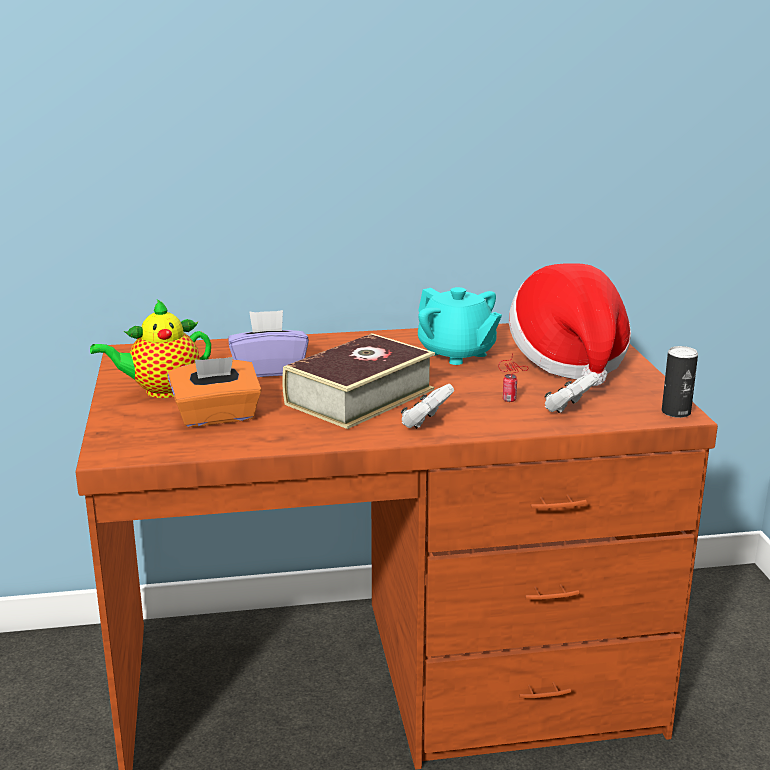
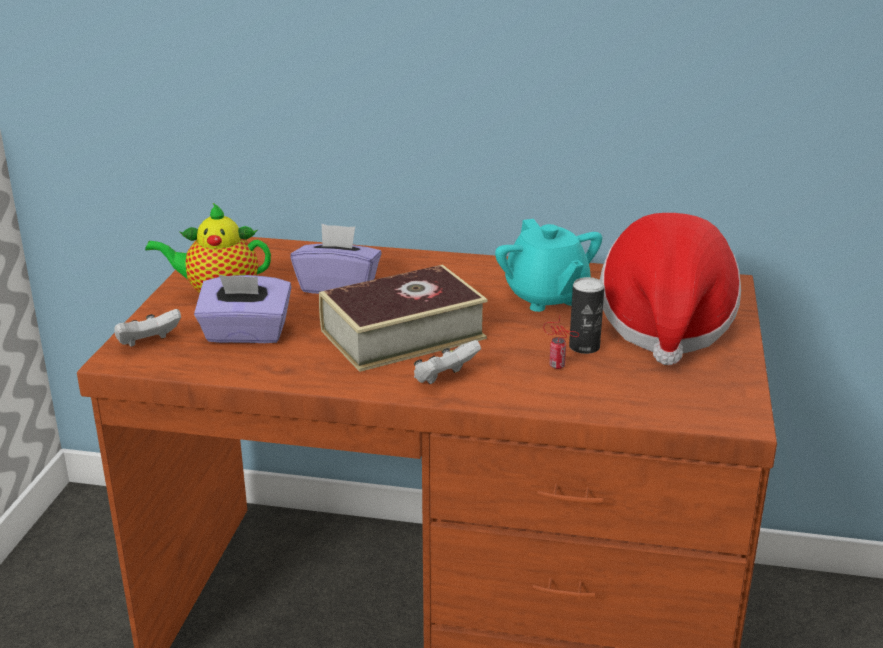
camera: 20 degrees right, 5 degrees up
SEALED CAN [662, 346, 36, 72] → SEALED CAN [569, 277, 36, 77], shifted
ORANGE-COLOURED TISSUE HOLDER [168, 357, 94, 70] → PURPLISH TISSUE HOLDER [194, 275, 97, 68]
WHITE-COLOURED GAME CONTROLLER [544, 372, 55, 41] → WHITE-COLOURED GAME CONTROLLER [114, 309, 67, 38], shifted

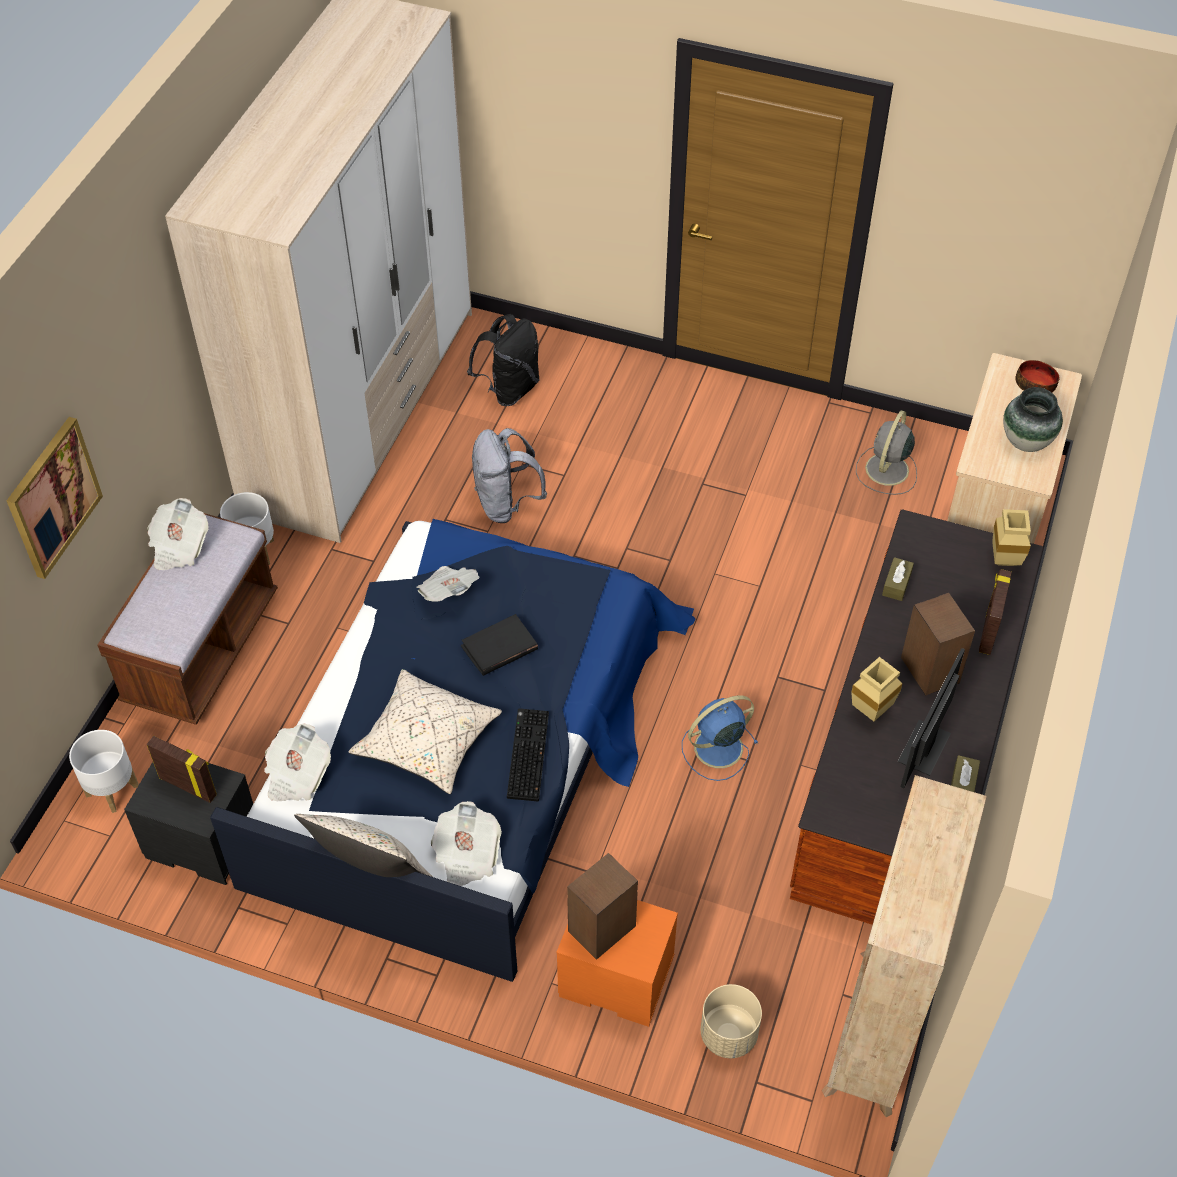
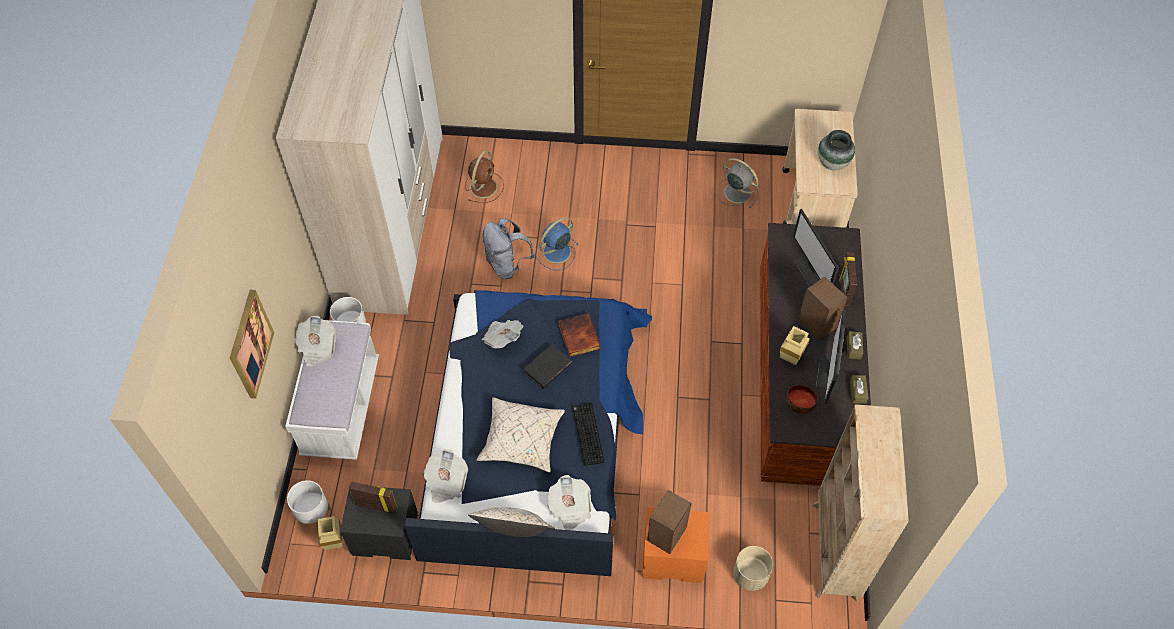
camera: 15 degrees left, 5 degrees up
BLACK-COLOURED RUCKSACK [467, 314, 73, 92] → BROWN-COLOURED FAN [465, 151, 39, 52]
SERVING BOWL [1016, 360, 43, 32] → SERVING BOWL [786, 385, 32, 29], shifted
GREYISH FAN [856, 410, 61, 85] → GREYISH FAN [716, 158, 43, 50], 120 degrees clockwise
SAND-COLOURED VASE [992, 509, 39, 57] → SAND-COLOURED VASE [317, 516, 26, 34], shifted
BROWN-COLOURED INDOOR BENCH [98, 513, 180, 212] → WHITE-COLOURED INDOOR BENCH [285, 320, 94, 140]
BROWN-COLOURED TISSUE HOLDER [882, 557, 32, 44] → BROWN-COLOURED TISSUE HOLDER [847, 331, 16, 28], shifted
BLUISH FAN [682, 696, 76, 85] → BLUISH FAN [535, 217, 44, 53], shifted
- → MONITOR [793, 209, 46, 76]
- → BOUND BOOK [558, 313, 42, 44]

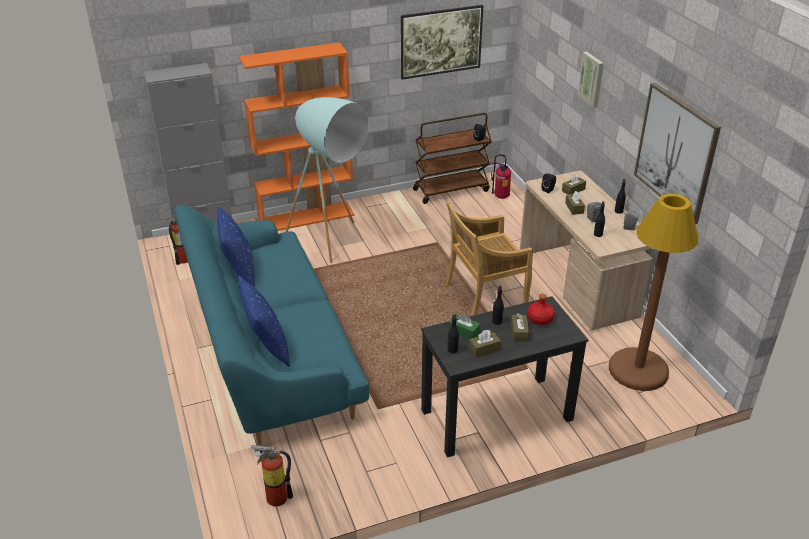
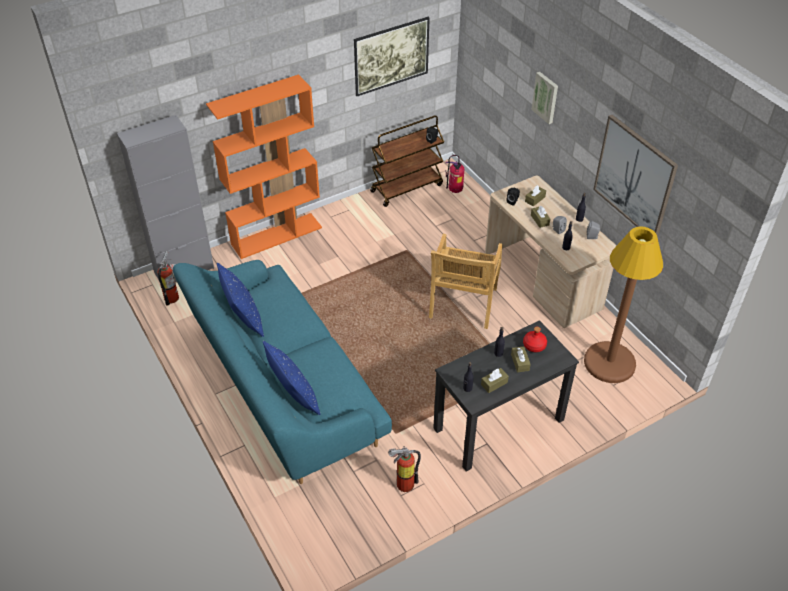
camera: 10 degrees left, 10 degrees up
TURQUOISE STANDING LAMP [285, 97, 84, 166] → -
SAND-COLOURED CHAIR [445, 201, 88, 115] → SAND-COLOURED CHAIR [429, 234, 74, 95], 45 degrees counterclockwise
GREEN TISSUE HOLDER [449, 314, 31, 25] → -
FIRE-FIGHTING CYLINDER [251, 443, 42, 64] → FIRE-FIGHTING CYLINDER [388, 446, 33, 46], shifted

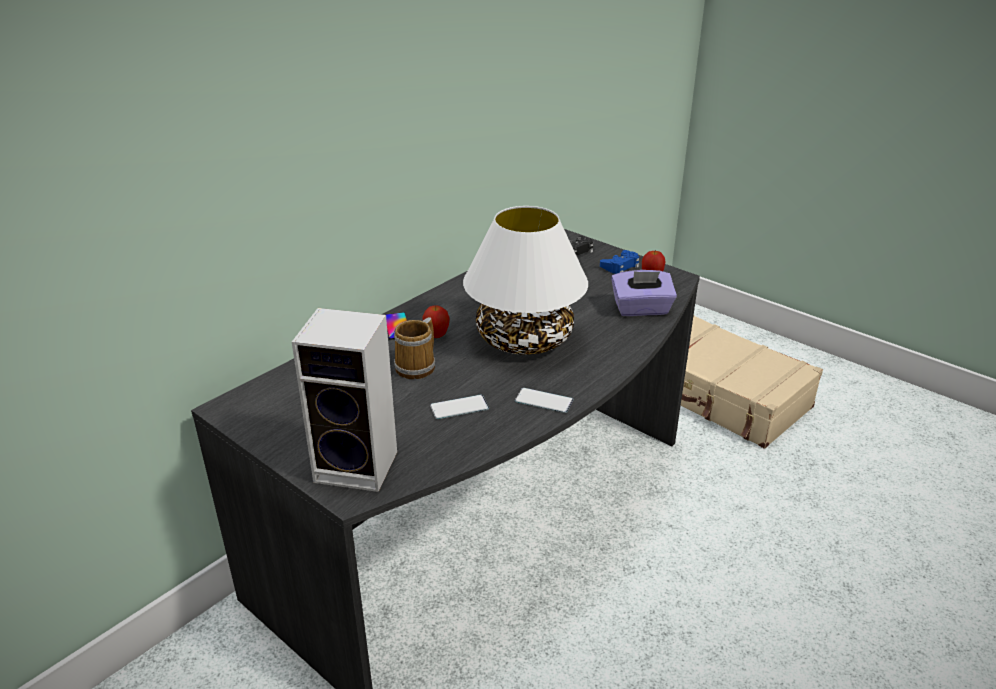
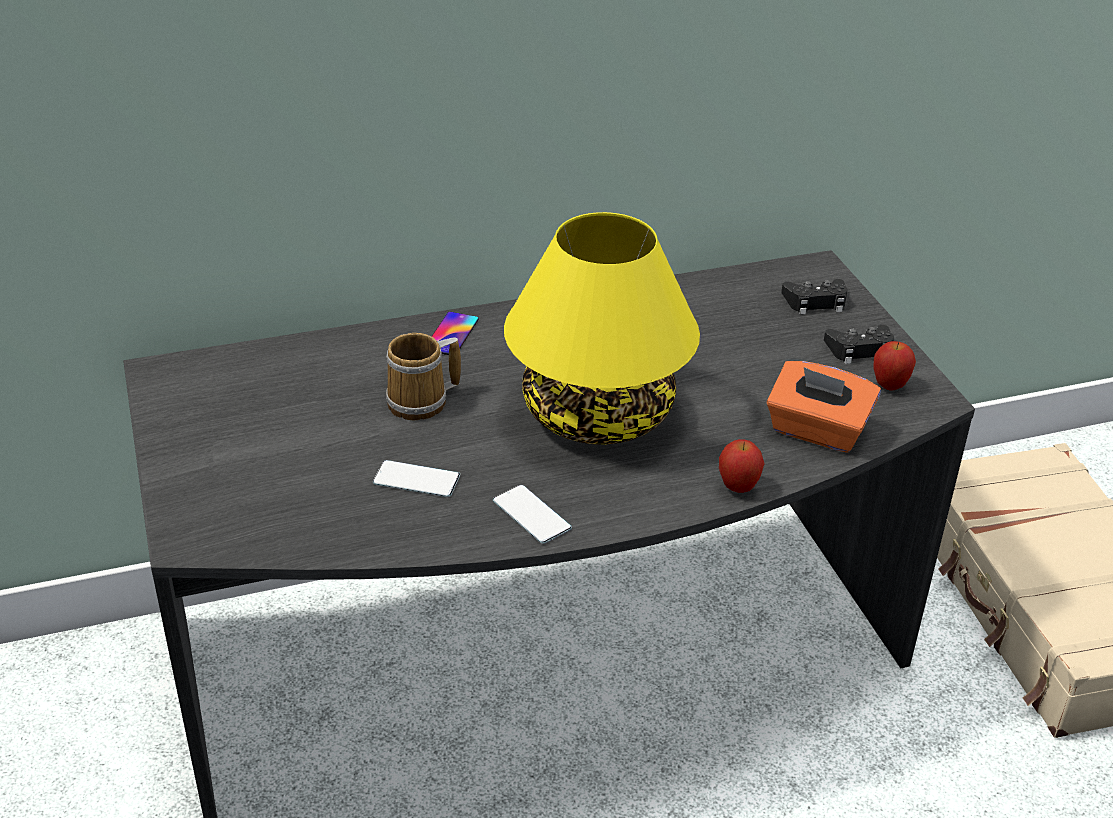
camera: 30 degrees right, 5 degrees up
WHITE-COLOURED TABLE LAMP [463, 206, 125, 149] → YELLOW TABLE LAMP [504, 212, 196, 233]
BLUISH GAME CONTROLLER [600, 250, 39, 24] → BLACK-COLOURED GAME CONTROLLER [824, 325, 70, 39]
PURPLISH TISSUE HOLDER [611, 270, 66, 46] → ORANGE-COLOURED TISSUE HOLDER [767, 361, 114, 92]
APPLE FRUIT [422, 305, 28, 33] → APPLE FRUIT [719, 439, 45, 54], shifted
SPEAKER [292, 308, 105, 184] → -

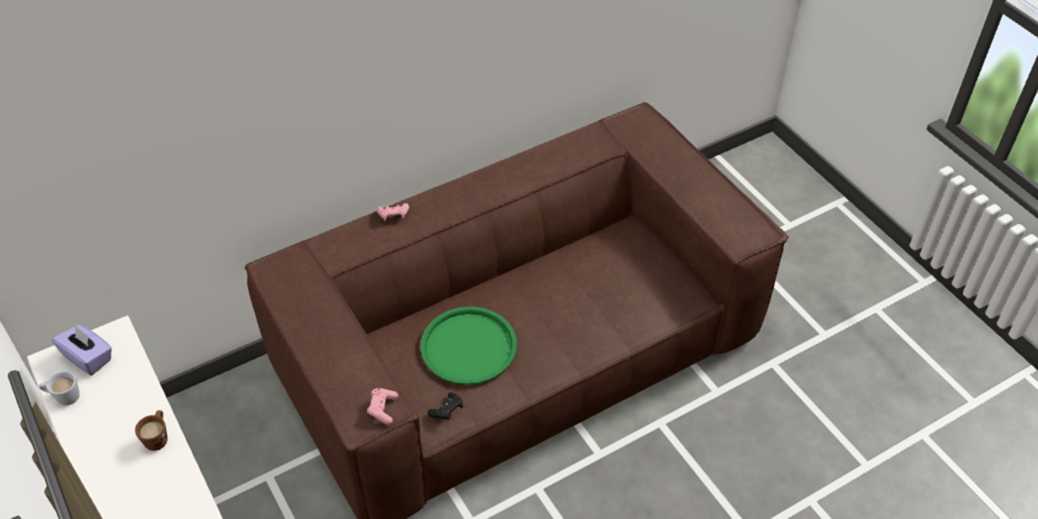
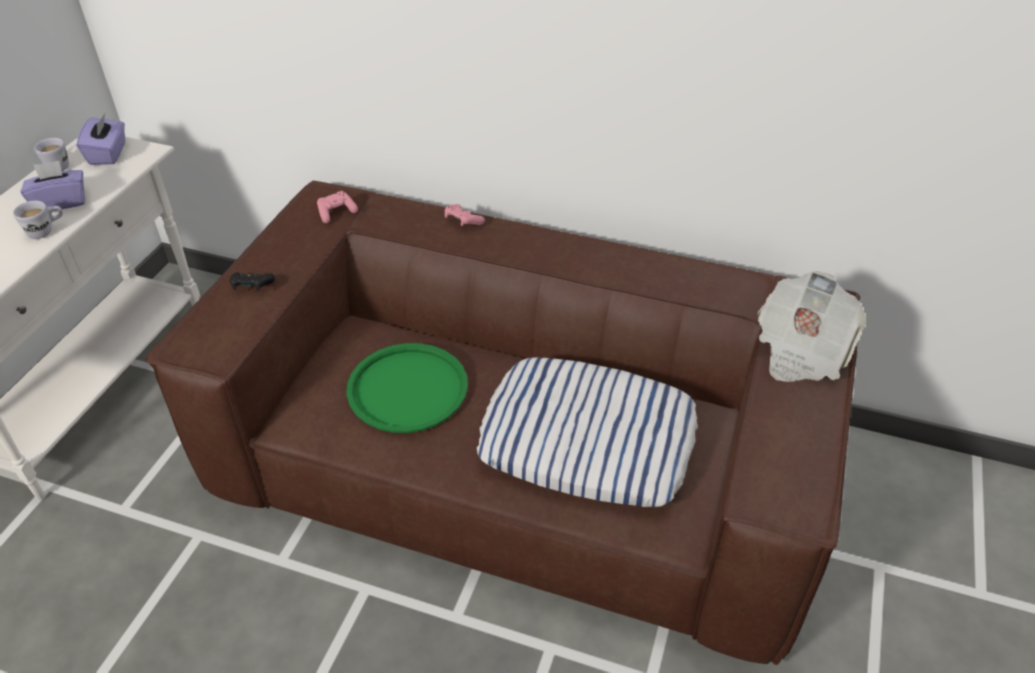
camera: 50 degrees right, 5 degrees down
PINK GAME CONTROLLER [367, 388, 31, 37] → PINK GAME CONTROLLER [317, 191, 41, 32], shifted
BLACK-COLOURED GAME CONTROLLER [428, 392, 35, 28] → BLACK-COLOURED GAME CONTROLLER [229, 272, 46, 19], shifted
BROWN-COLOURED COFFEE MUG [135, 410, 33, 41] → WHITE-COLOURED COFFEE MUG [13, 201, 50, 38]
- → PURPLISH TISSUE HOLDER [20, 161, 65, 50]
- → PRINTED PAPER [757, 271, 109, 111]
- → THROW PILLOW [477, 357, 221, 150]

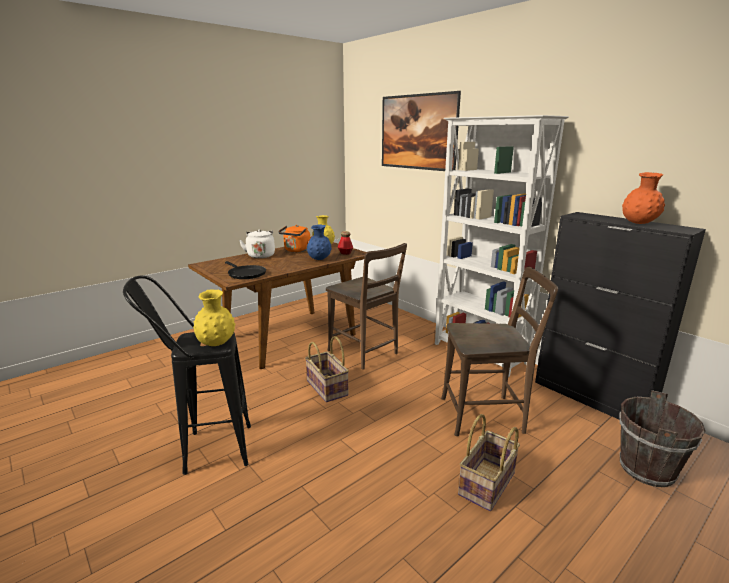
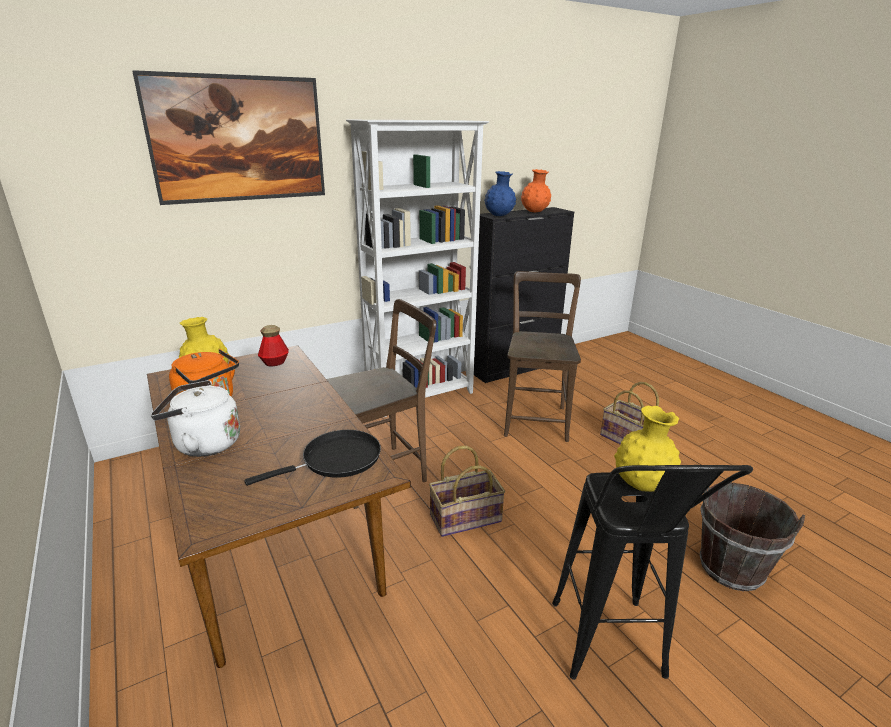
camera: 80 degrees left, 5 degrees up
BLUISH VASE [307, 224, 25, 36] → BLUISH VASE [484, 171, 32, 45], shifted
BROWN-COLOURED BUCKET [619, 390, 86, 97] → BROWN-COLOURED BUCKET [700, 482, 105, 109], shifted

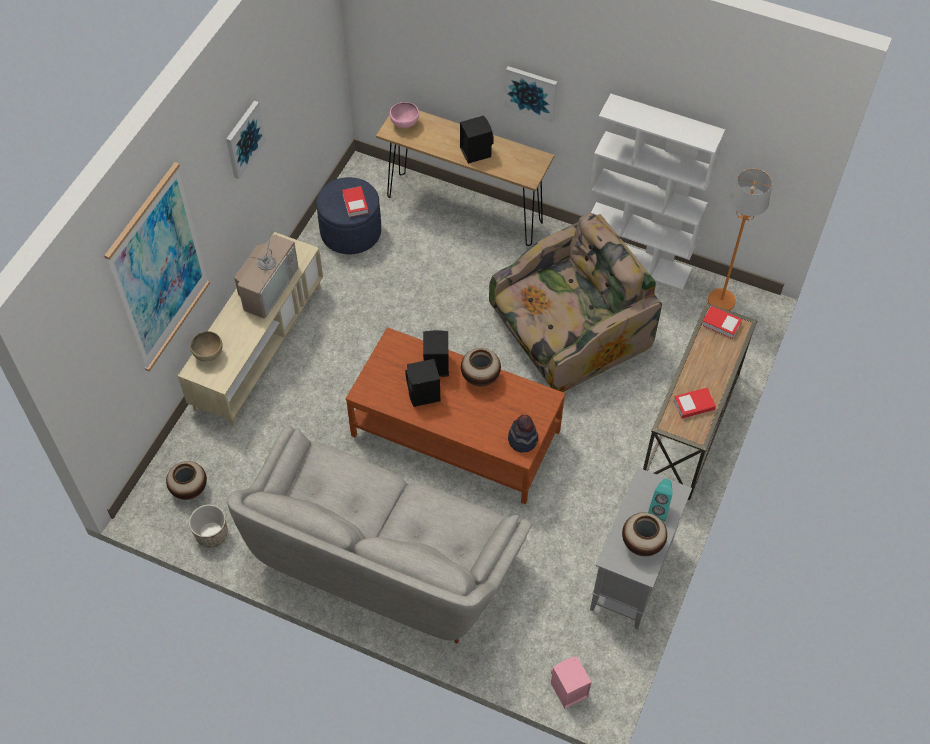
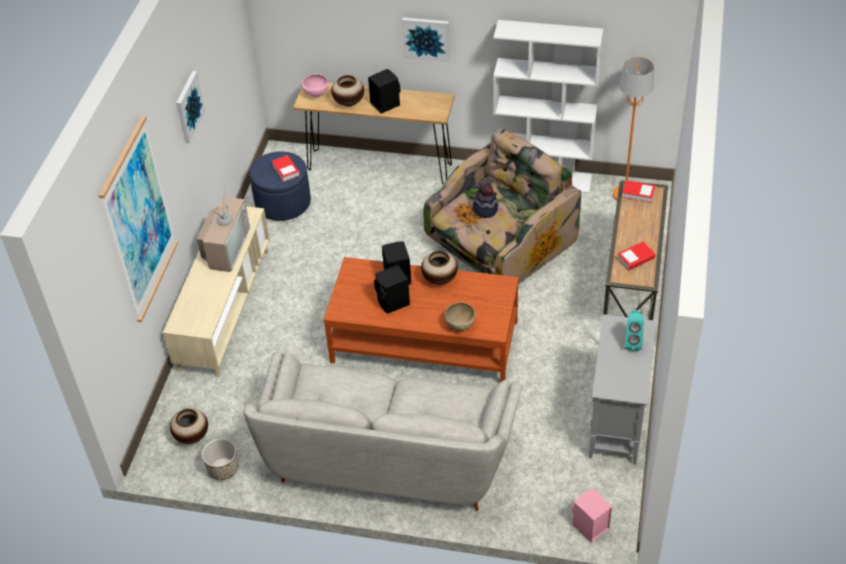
camera: 10 degrees left, 10 degrees down
BROWN-COLOURED SERVING BOWL [190, 331, 33, 31] → BROWN-COLOURED SERVING BOWL [445, 302, 31, 28], shifted
CLOTHING HAT [508, 415, 30, 38] → CLOTHING HAT [473, 182, 25, 36], shifted
VASE [622, 512, 45, 44] → VASE [331, 75, 33, 32], shifted

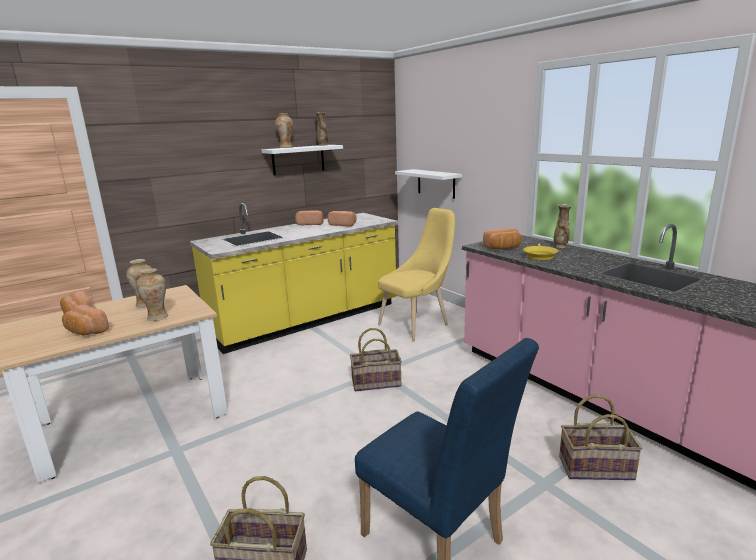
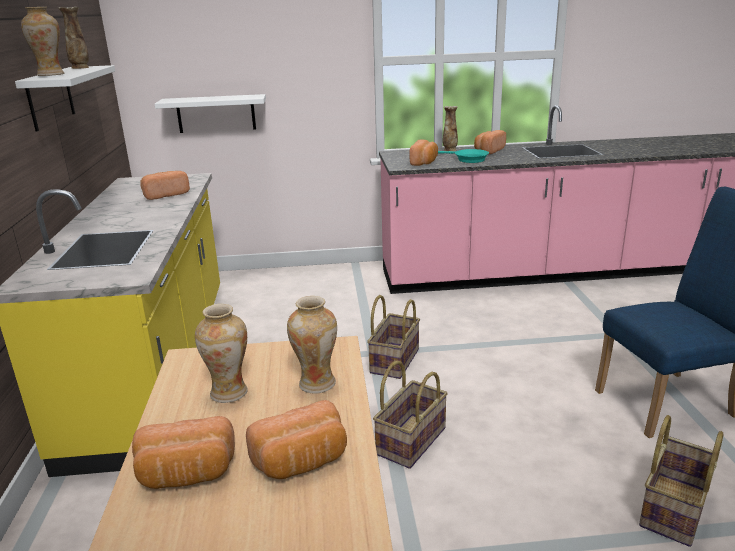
camera: 60 degrees left, 5 degrees up
YELLOW CHAIR [378, 208, 77, 133] → -
BAKERY BREAD [295, 210, 29, 15] → BAKERY BREAD [474, 130, 32, 24], shifted
YELLOW PAN [523, 243, 35, 17] → TURQUOISE PAN [438, 149, 51, 14]
STORAGE BASKET [559, 394, 83, 86] → STORAGE BASKET [373, 360, 75, 109], shifted

